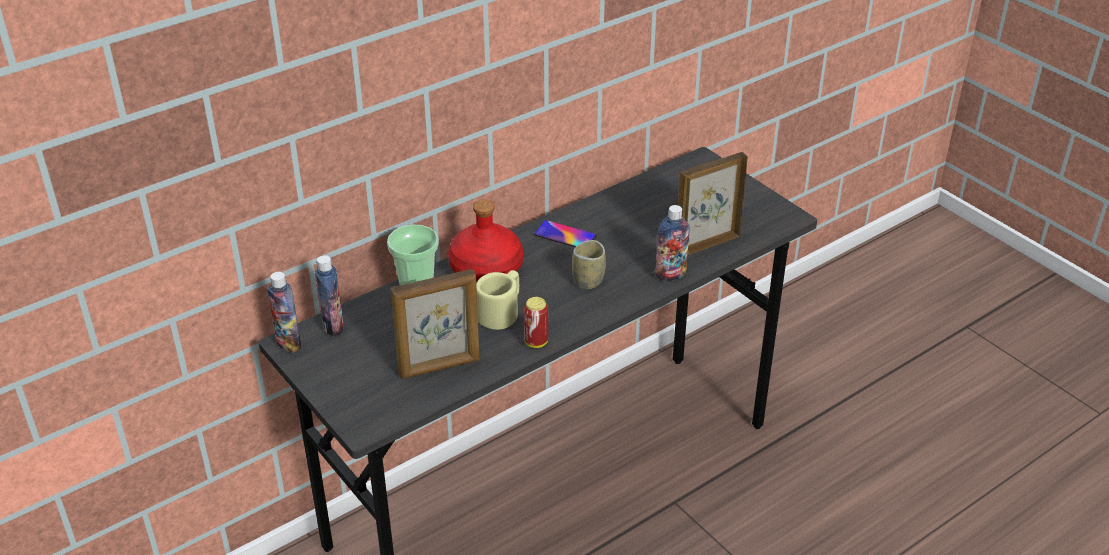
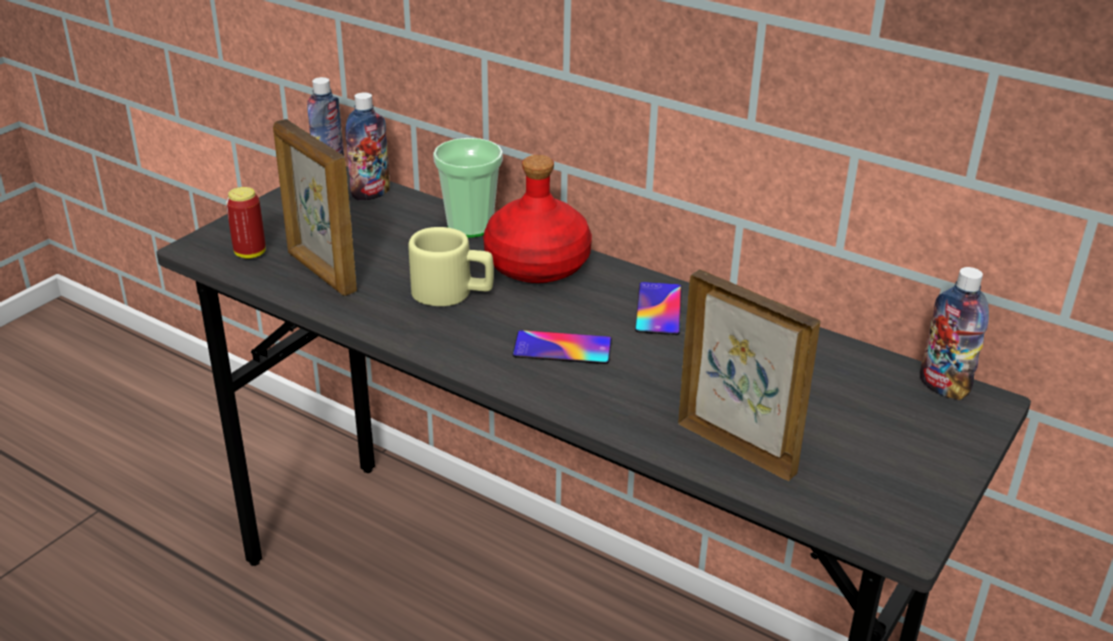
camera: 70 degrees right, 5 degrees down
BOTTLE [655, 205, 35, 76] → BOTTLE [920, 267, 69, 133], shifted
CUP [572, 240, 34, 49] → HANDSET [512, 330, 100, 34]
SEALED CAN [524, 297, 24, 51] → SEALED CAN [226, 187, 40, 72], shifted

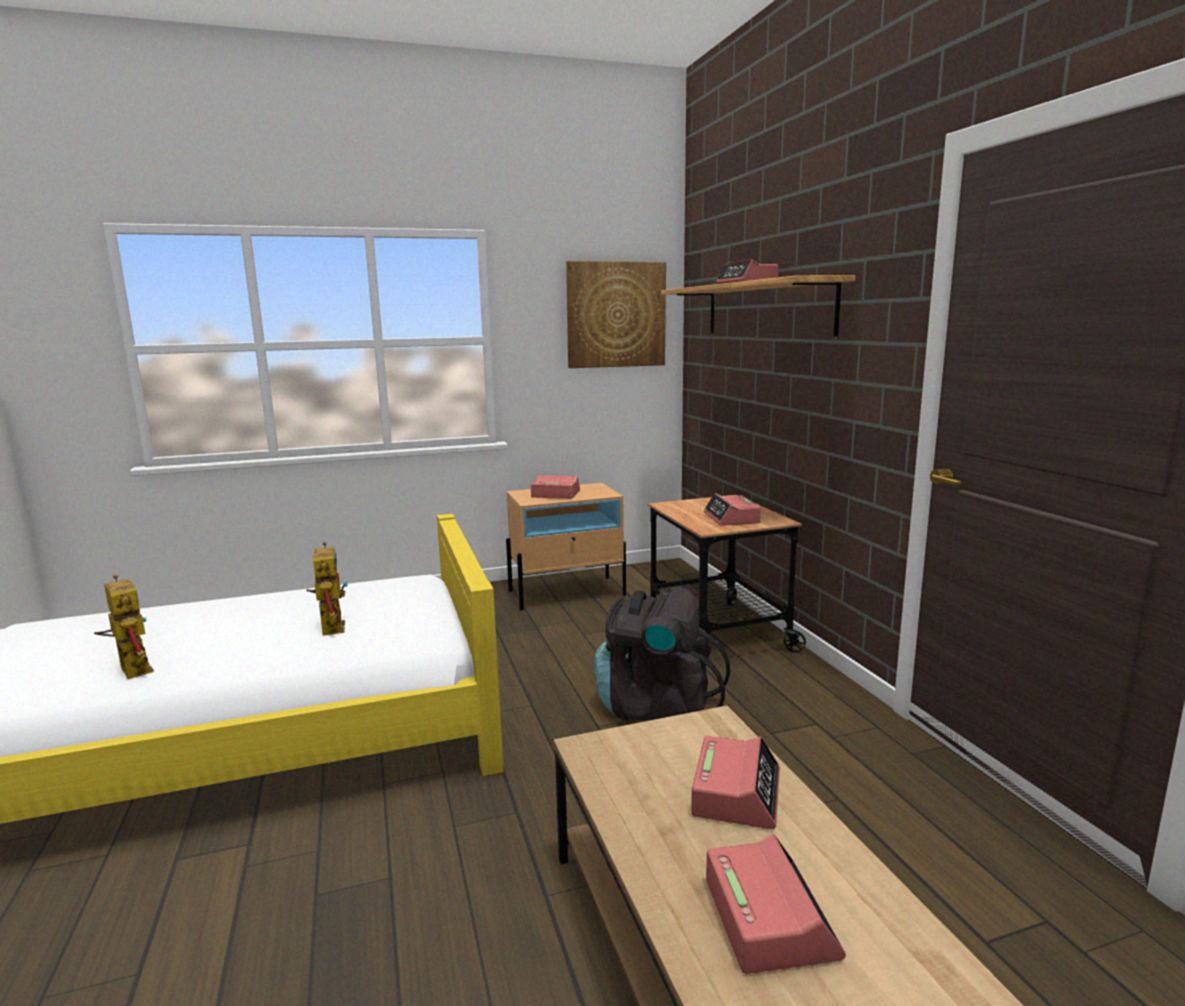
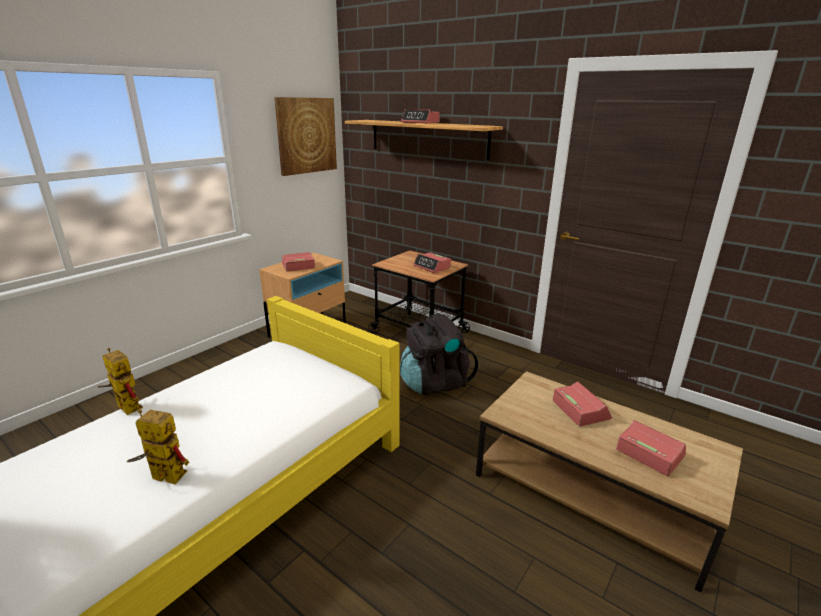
camera: 35 degrees left, 10 degrees up
MODEL ROBOT [306, 542, 42, 94] → MODEL ROBOT [97, 348, 46, 67], shifted

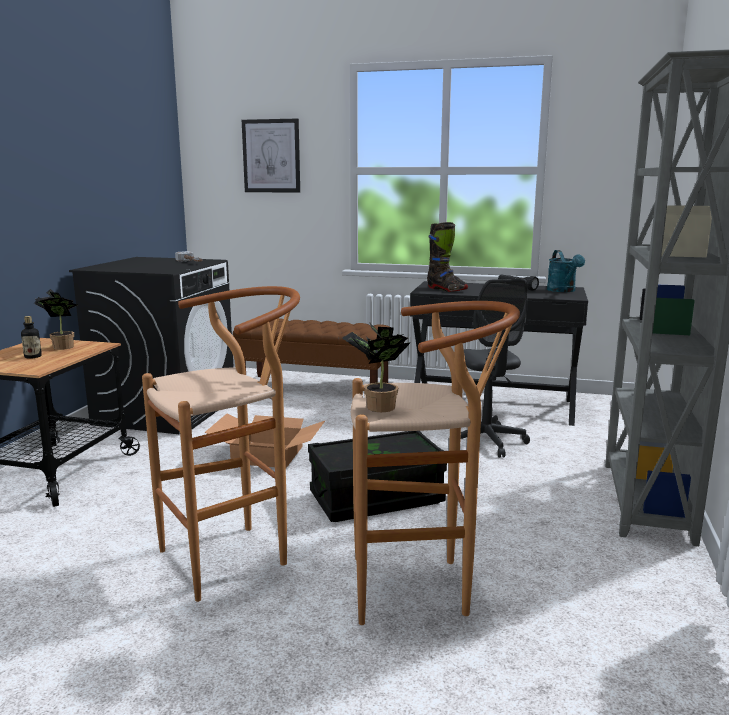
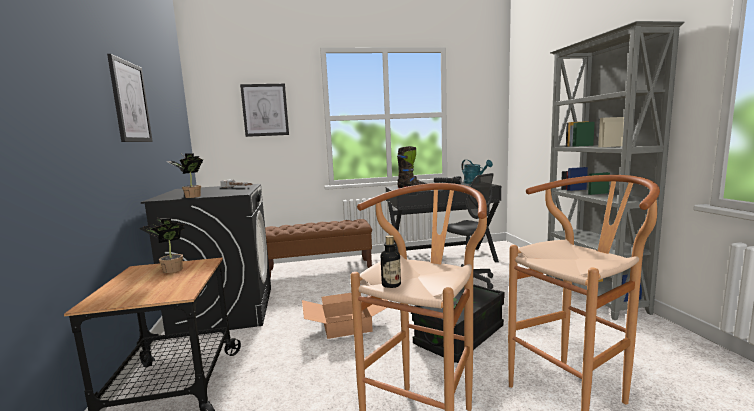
camera: 25 degrees left, 5 degrees down
BOTTLE [21, 316, 21, 43] → BOTTLE [381, 235, 20, 53], shifted
PLANT IN A POT [342, 323, 69, 89] → PLANT IN A POT [166, 153, 37, 45], shifted
- → PICTURE [107, 54, 46, 88]

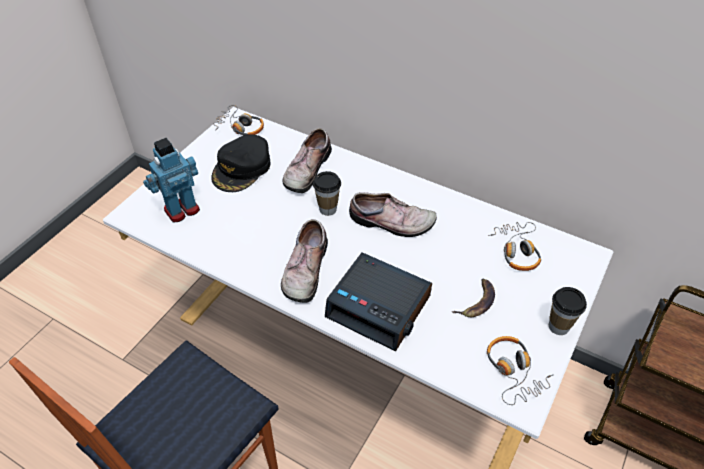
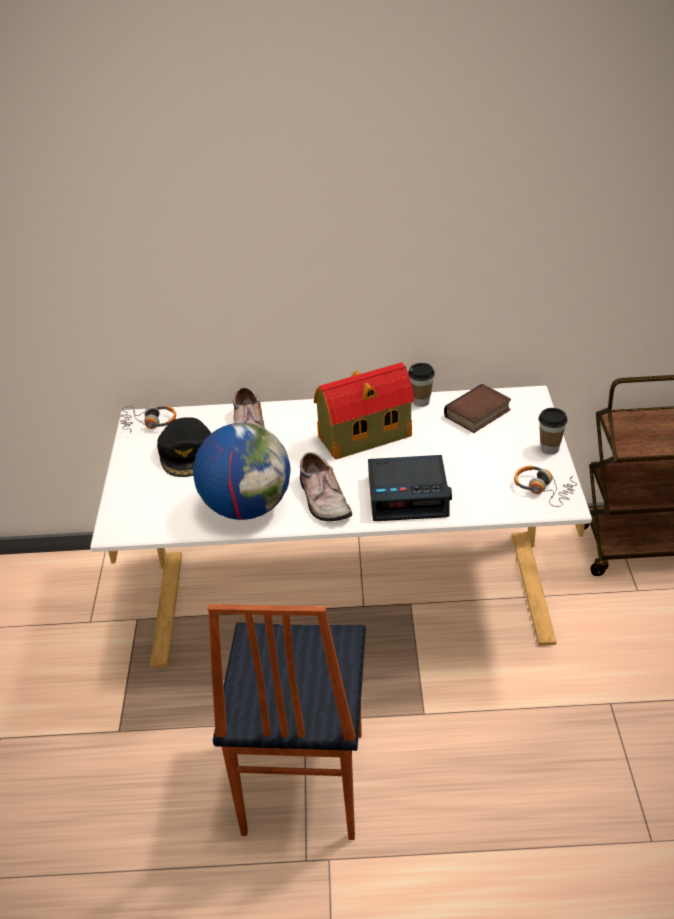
camera: 30 degrees left, 10 degrees down
MODEL ROBOT [143, 138, 57, 84] → -
CUP [313, 171, 28, 45] → CUP [408, 363, 27, 44], shifted
ITEM OF FOOTWEAR [349, 192, 88, 45] → TOY HOUSE [314, 362, 100, 98]
HEADPHONES [488, 222, 53, 49] → BOUND BOOK [444, 384, 67, 49]
WHOLE BANANA [451, 279, 44, 38] → -
- → GLOBE [193, 423, 97, 97]

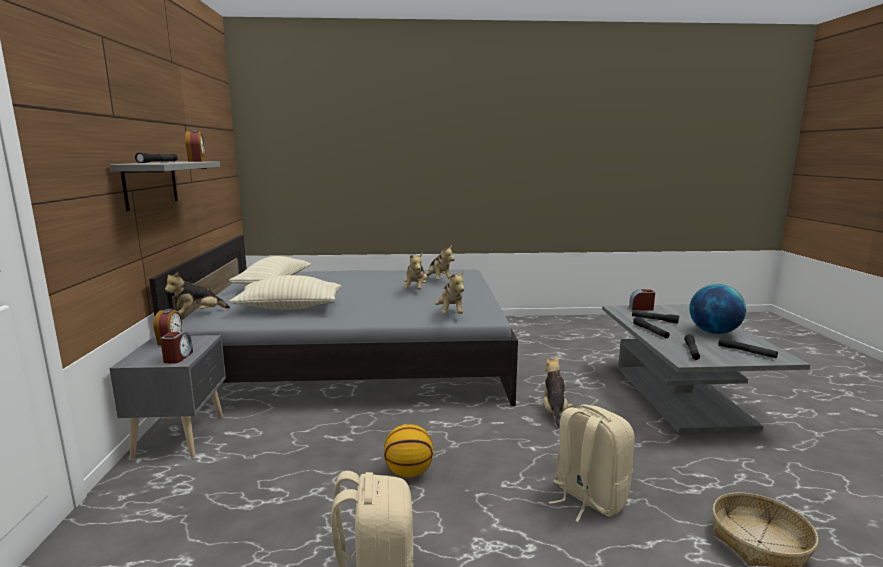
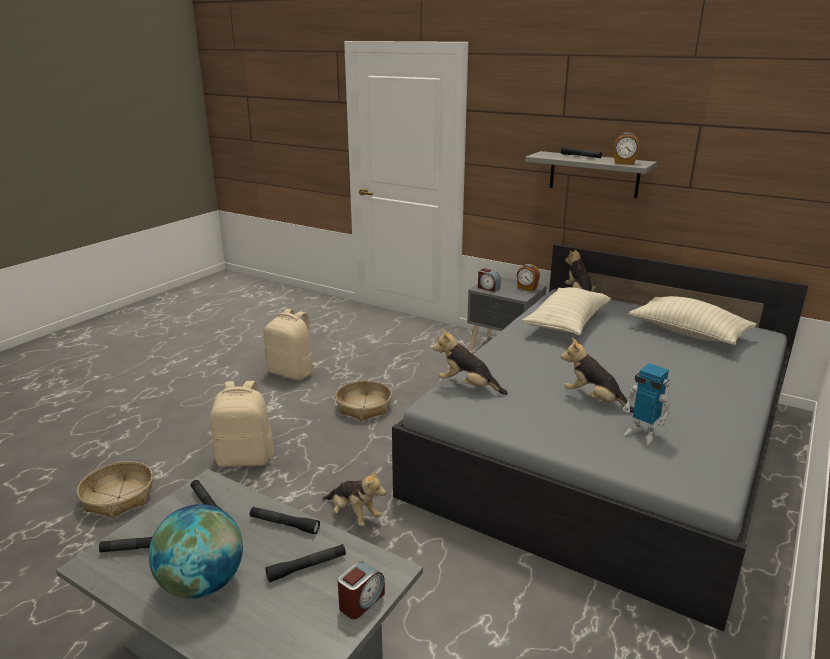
camera: 125 degrees right, 10 degrees up
SOFT TOY [426, 245, 29, 35] → MODEL ROBOT [622, 363, 49, 82]
BALL FOR BASKETBALL [384, 424, 49, 54] → STORAGE BASKET [335, 380, 57, 41]

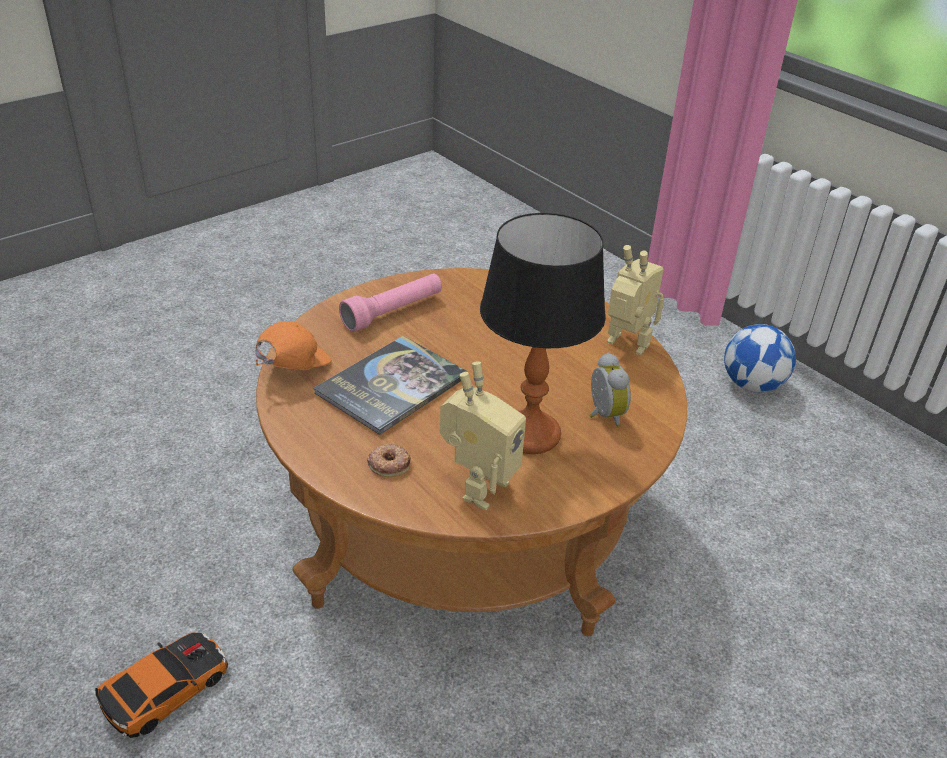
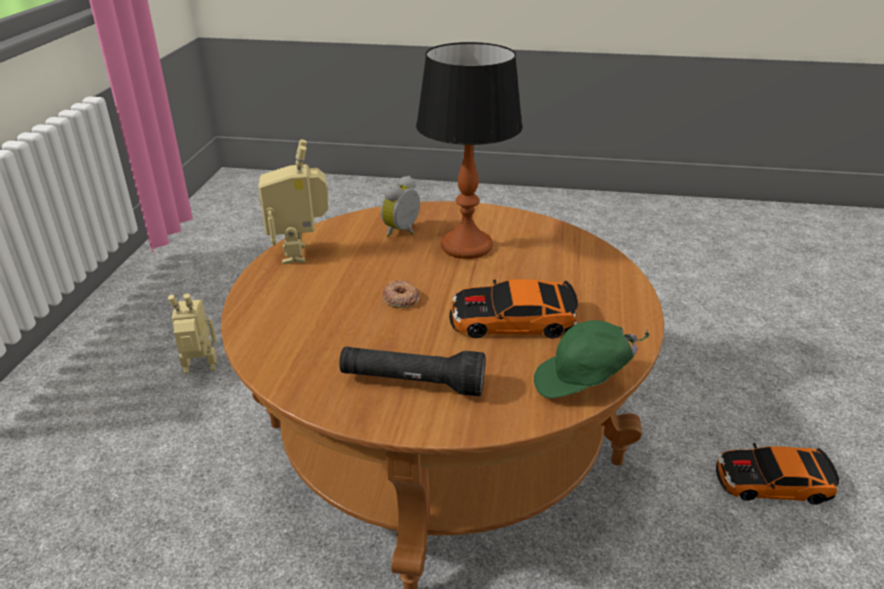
camera: 130 degrees left, 5 degrees down
PINK TORCH [339, 274, 103, 58] → BLACK-COLOURED TORCH [339, 347, 146, 49]
ORANGE-COLOURED BASEBALL CAP [255, 321, 77, 49] → GREEN BASEBALL CAP [534, 320, 115, 78]
FOOTBALL BALL [724, 324, 72, 69] → -
BOUND BOOK [313, 336, 155, 99] → MODEL CAR [449, 279, 129, 60]
MODEL ROBOT [440, 361, 86, 149] → MODEL ROBOT [168, 293, 49, 81], shifted
RING DOUGHNUT [367, 444, 44, 33] → RING DOUGHNUT [382, 280, 37, 28], shifted

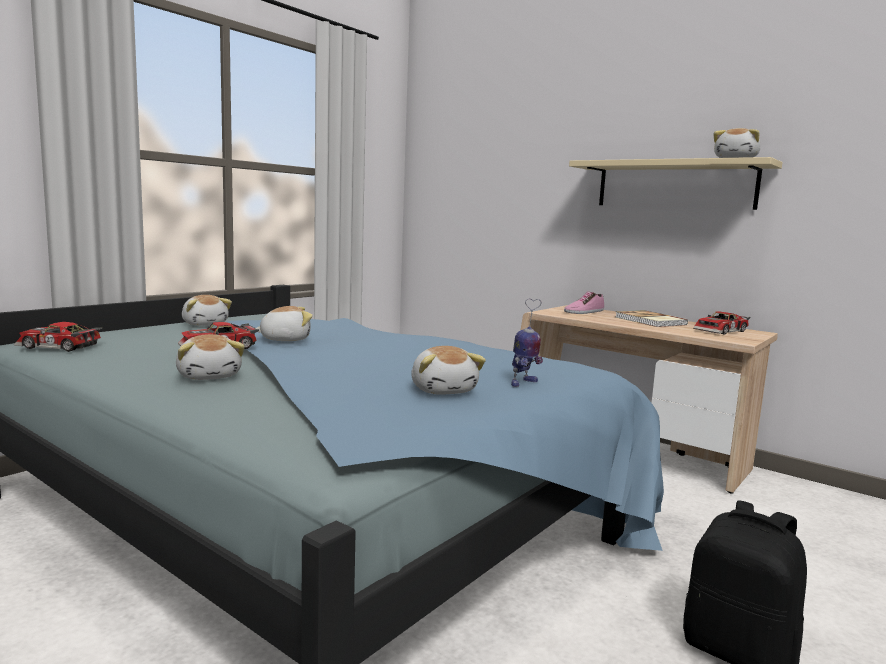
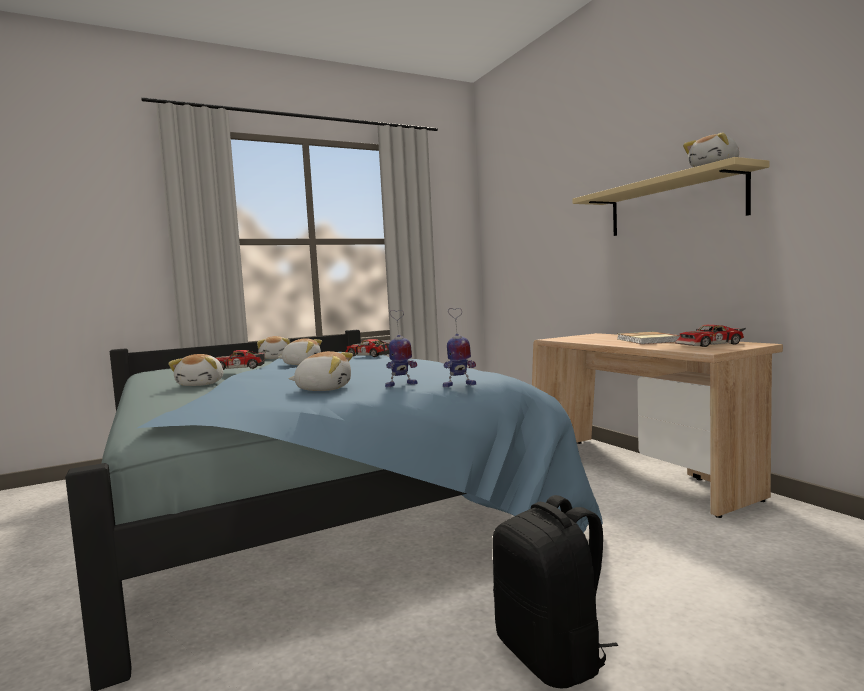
camera: 25 degrees right, 5 degrees down
ITEM OF FOOTWEAR [564, 292, 40, 22] → -
MODEL CAR [14, 322, 88, 30] → MODEL CAR [345, 339, 45, 18], shifted
SOFT TOY [411, 346, 75, 49] → SOFT TOY [289, 351, 64, 40], 90 degrees counterclockwise
- → MODEL ROBOT [443, 308, 33, 79]

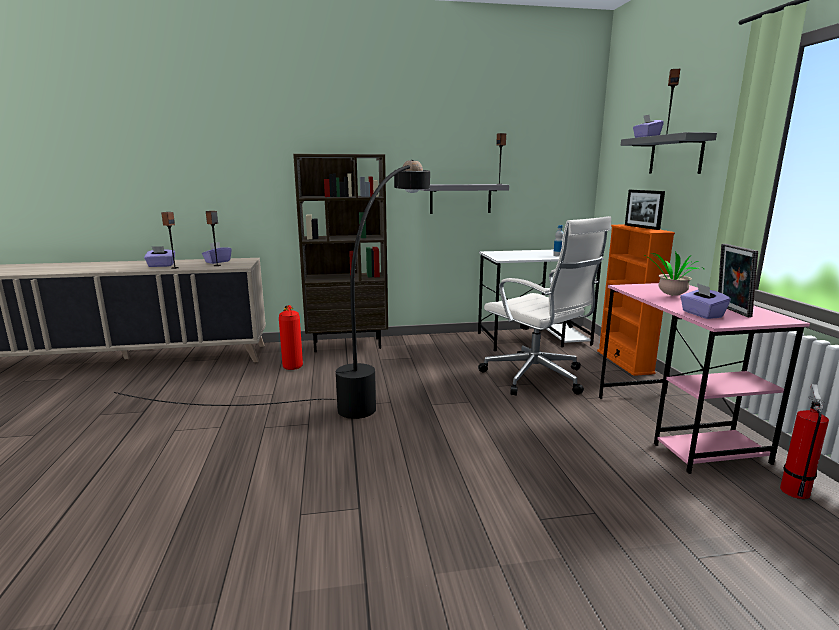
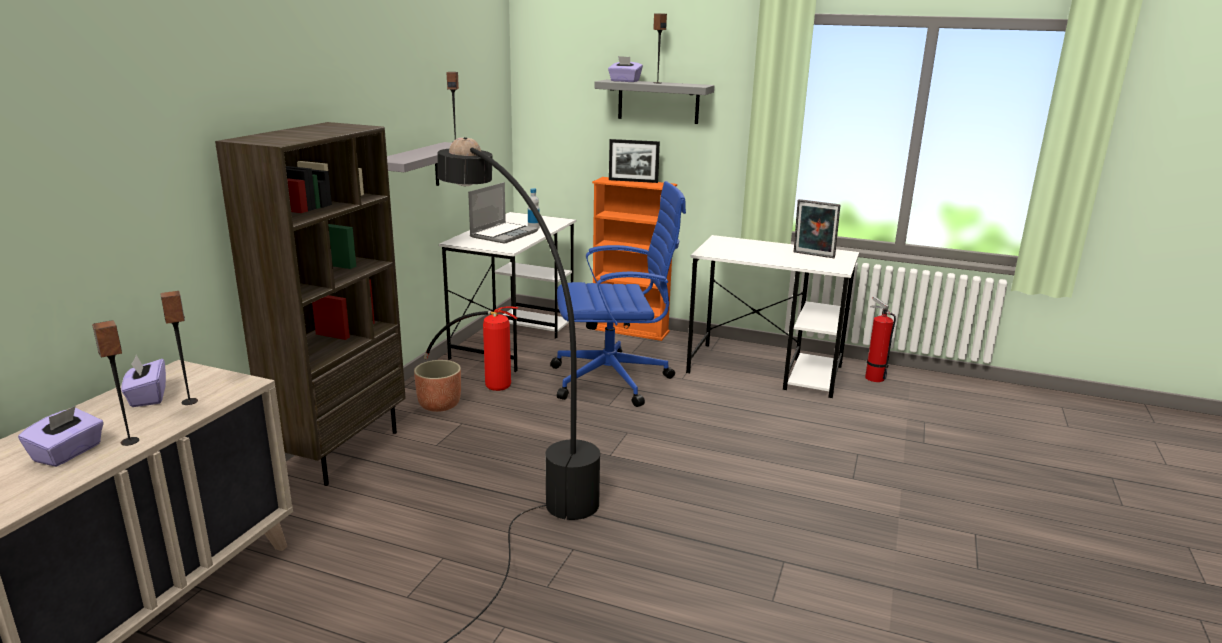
camera: 60 degrees left, 5 degrees up
WHITE-COLOURED DESK CHAIR [478, 216, 133, 180] → BLUISH DESK CHAIR [550, 181, 136, 226]
PLANT IN A POT [643, 251, 61, 45] → -
PINK DESK UNIT [599, 283, 211, 191] → WHITE-COLOURED DESK UNIT [686, 235, 173, 163]
PURPLISH TISSUE HOLDER [680, 283, 51, 36] → -
FIRE-FIGHTING CYLINDER [279, 305, 24, 65] → FIRE-FIGHTING CYLINDER [424, 306, 94, 85], shifted
- → LAPTOP [468, 182, 70, 62]
- → PLANTER [414, 360, 47, 52]

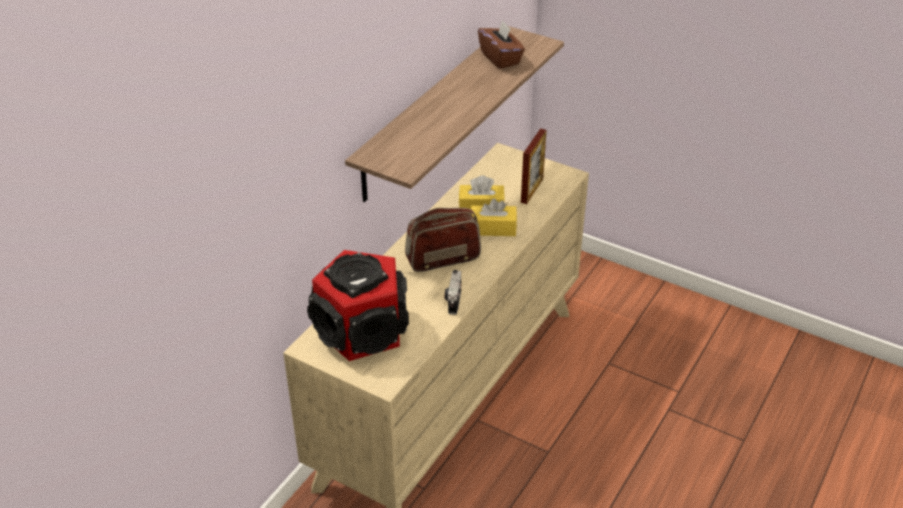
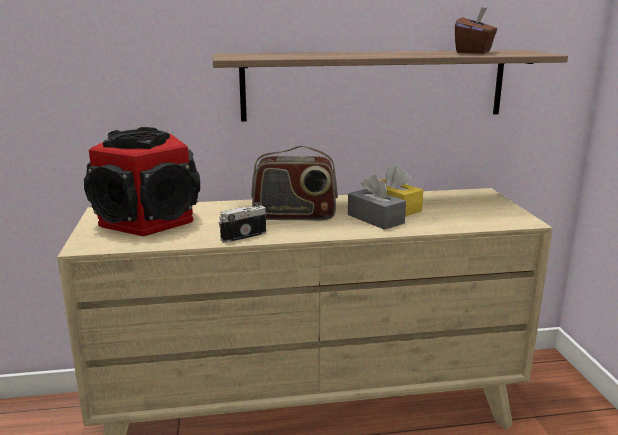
camera: 50 degrees right, 20 degrees down
PHOTO FRAME [521, 128, 26, 76] → -
YELLOW TISSUE HOLDER [471, 198, 46, 38] → GREYISH TISSUE HOLDER [348, 175, 58, 55]
RADIO SET [405, 208, 76, 64] → RADIO SET [251, 146, 87, 74], 150 degrees clockwise

